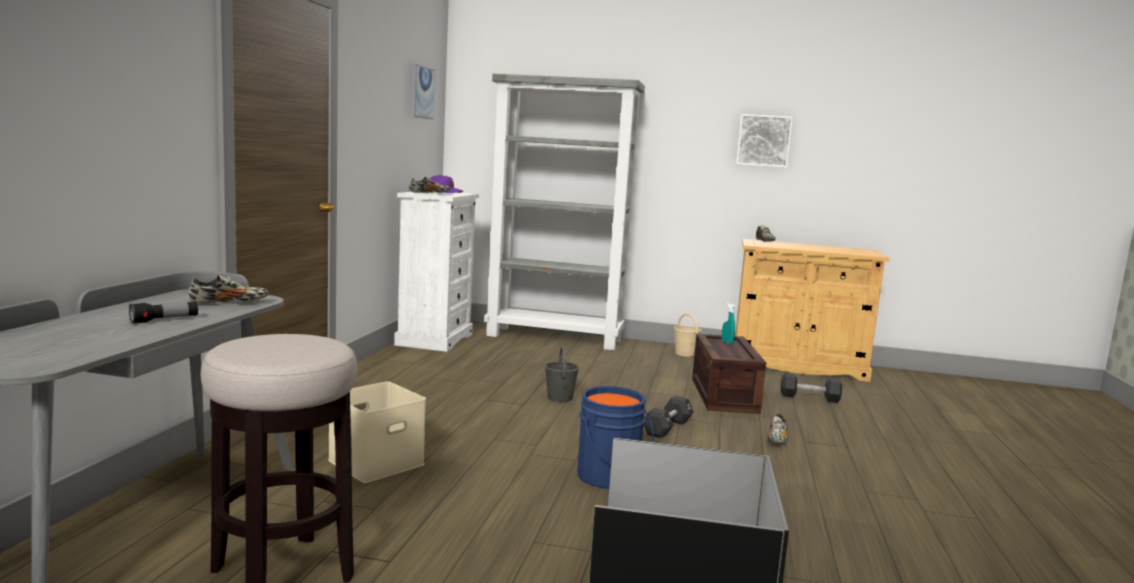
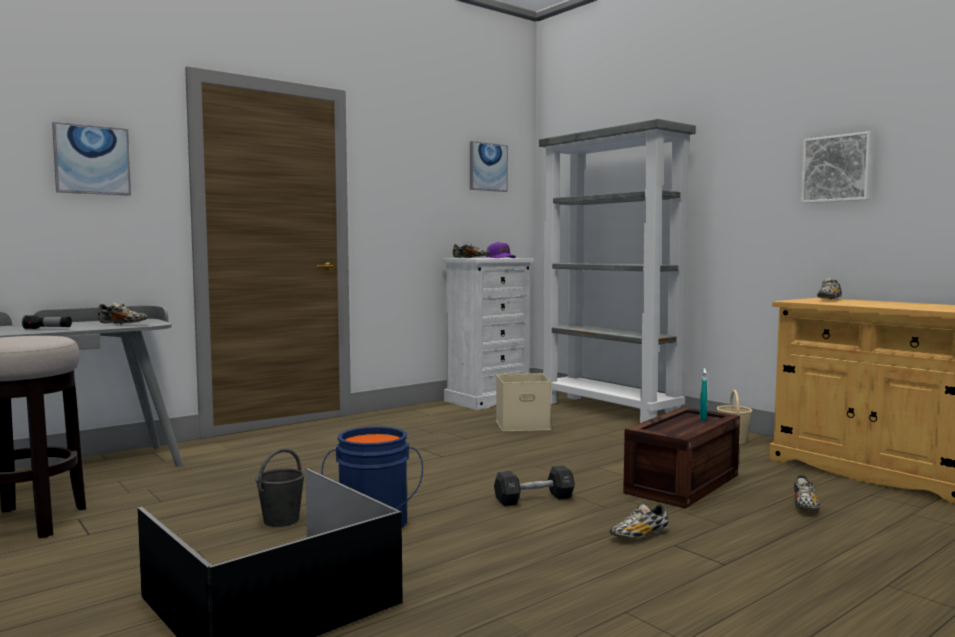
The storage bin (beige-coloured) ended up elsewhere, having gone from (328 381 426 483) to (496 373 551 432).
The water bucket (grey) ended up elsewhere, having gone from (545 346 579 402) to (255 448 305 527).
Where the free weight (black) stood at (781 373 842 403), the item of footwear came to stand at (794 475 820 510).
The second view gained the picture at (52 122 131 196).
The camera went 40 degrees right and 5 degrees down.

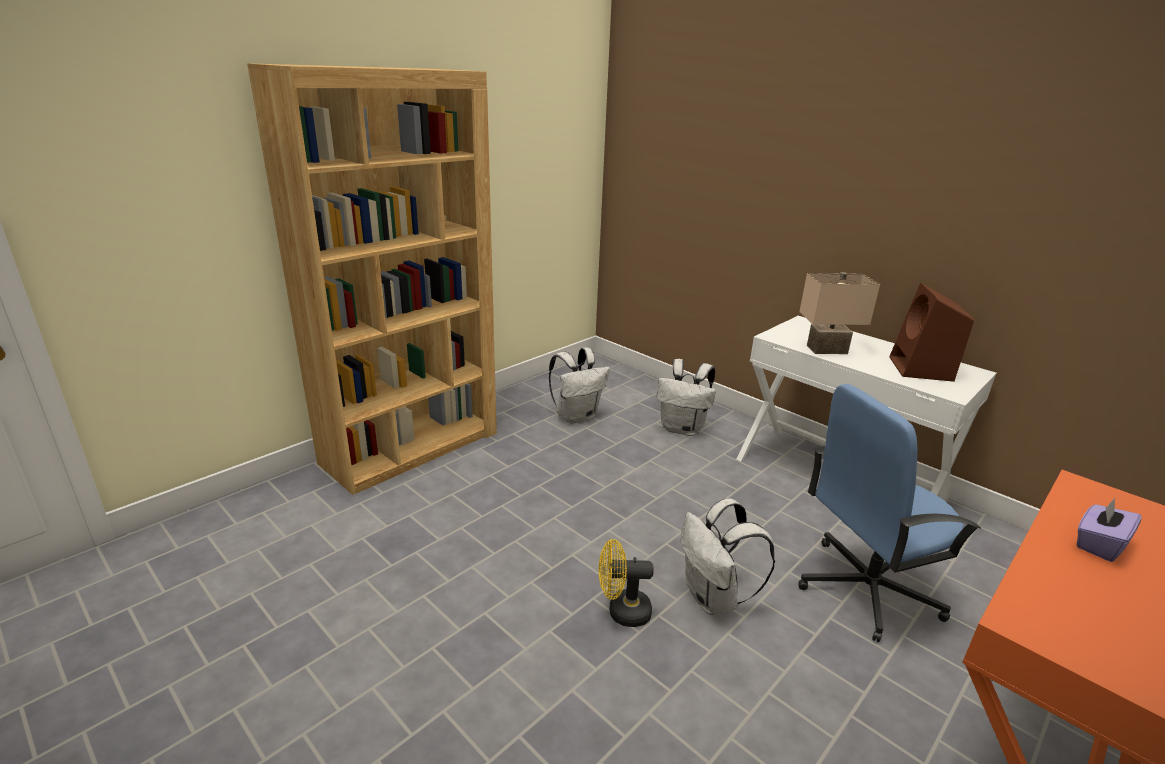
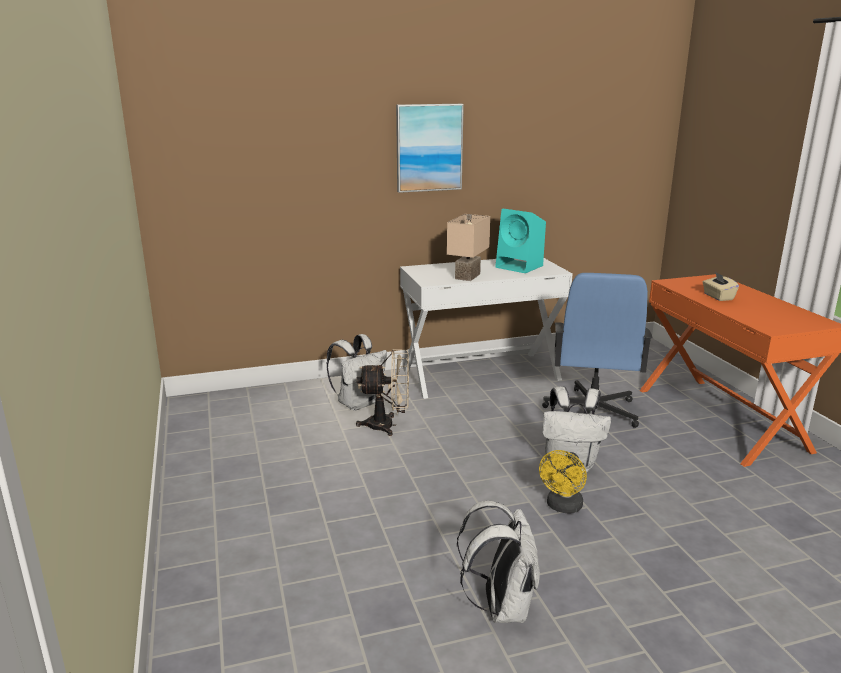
The second view lost the shelving unit (brown) at (247 63 497 495).
The backpack (white) ended up elsewhere, having gone from (549 347 610 424) to (457 501 540 623).
What was the loudspeaker (brown) at (889 283 974 382) turned into the loudspeaker (turquoise) at (495 209 546 273).
What was the tissue box (purplish) at (1076 498 1141 562) turned into the tissue box (beige-coloured) at (703 272 739 301).
The second view gained the electric fan (beige-coloured) at (356 349 409 436).
The second view gained the picture at (396 104 464 193).
The camera went 60 degrees left and 5 degrees down.

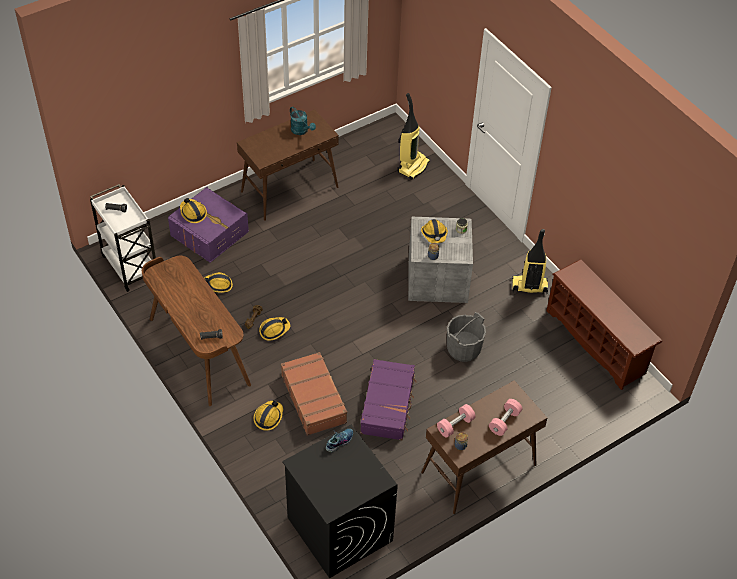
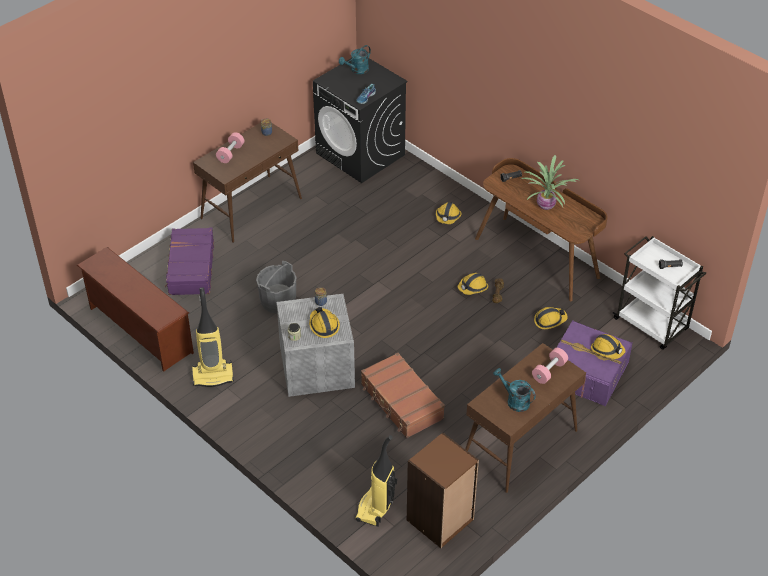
The piece of luggage (brown) ended up elsewhere, having gone from (281 352 347 436) to (361 353 445 438).
The piece of luggage (purplish) ended up elsewhere, having gone from (360 359 417 440) to (165 227 214 295).
The free weight (pink-coloured) ended up elsewhere, having gone from (437 404 476 438) to (532 348 568 384).
The second view gained the watering can (turquoise) at (339 45 371 74).
The second view gained the shelving unit (brown) at (407 432 479 548).
The second view gained the plant in a pot at (521 155 579 210).
The camera went 170 degrees right and 5 degrees down.

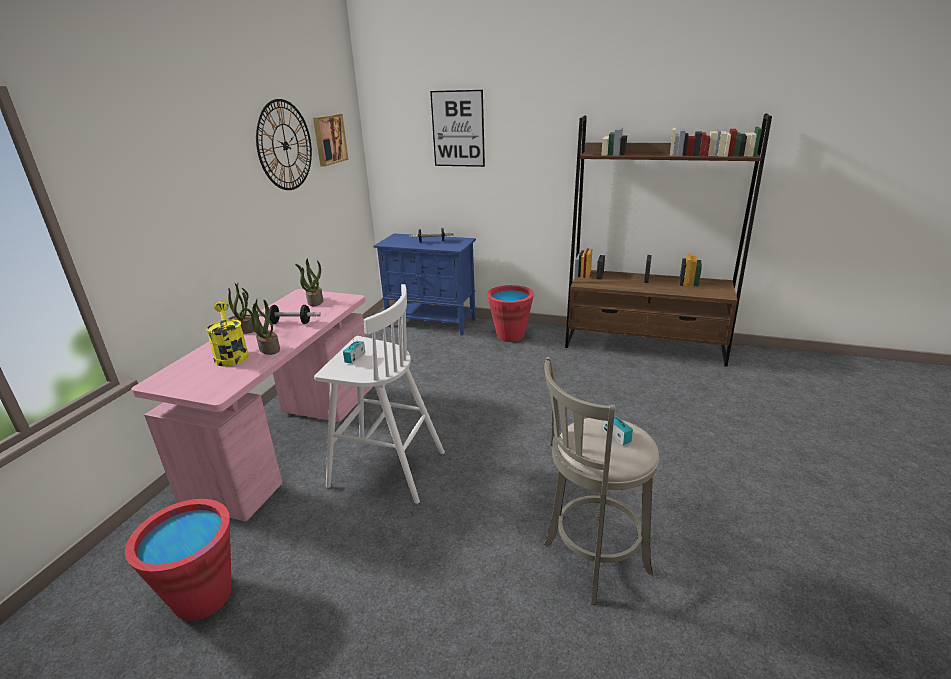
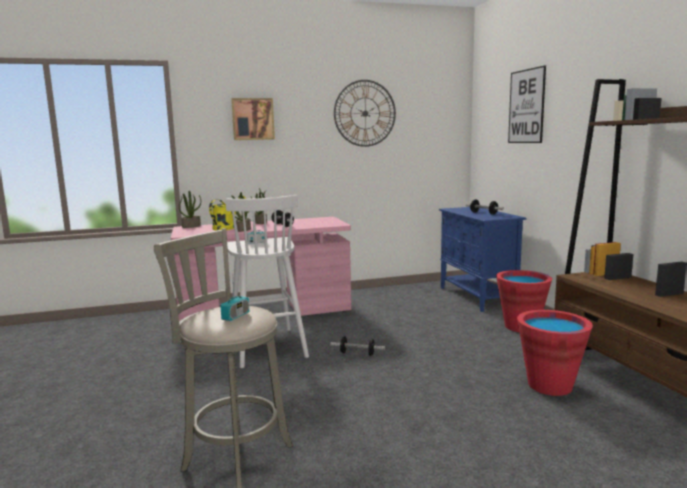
The water bucket (reddish) ended up elsewhere, having gone from (125 499 232 621) to (517 310 593 396).
The plant in a pot ended up elsewhere, having gone from (295 258 323 306) to (179 191 201 228).
The picture ended up elsewhere, having gone from (313 114 348 166) to (231 98 275 140).
The second view gained the free weight at (330 336 385 356).
The camera went 55 degrees right and 15 degrees down.

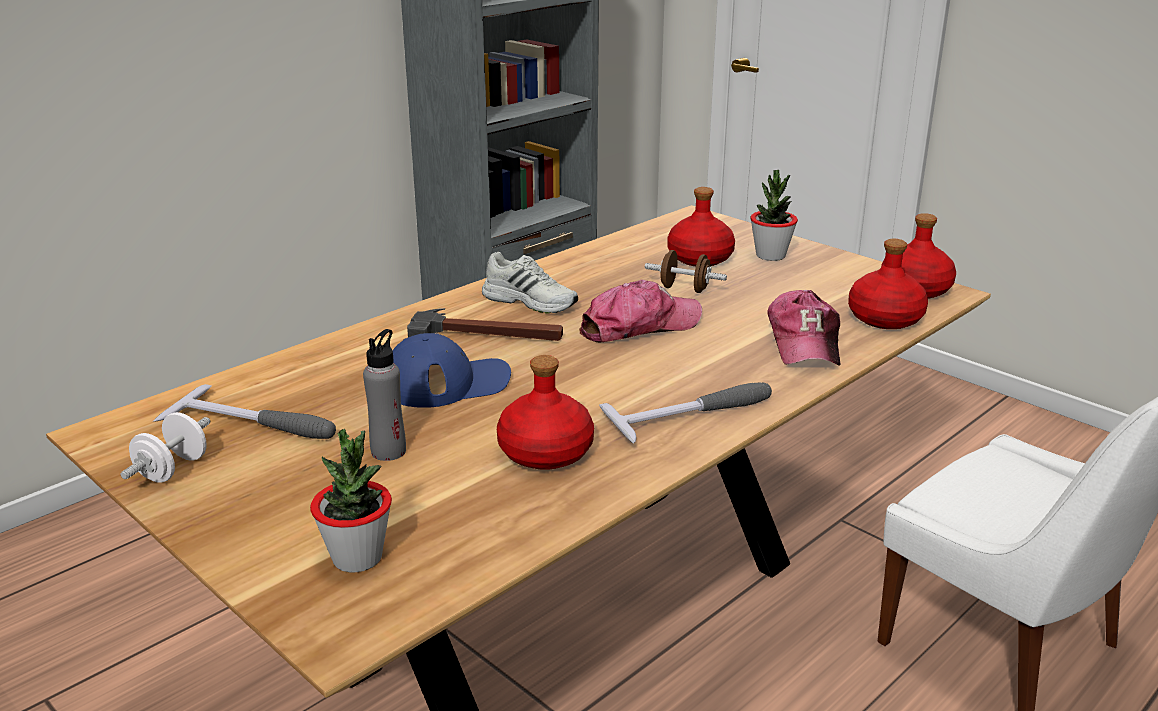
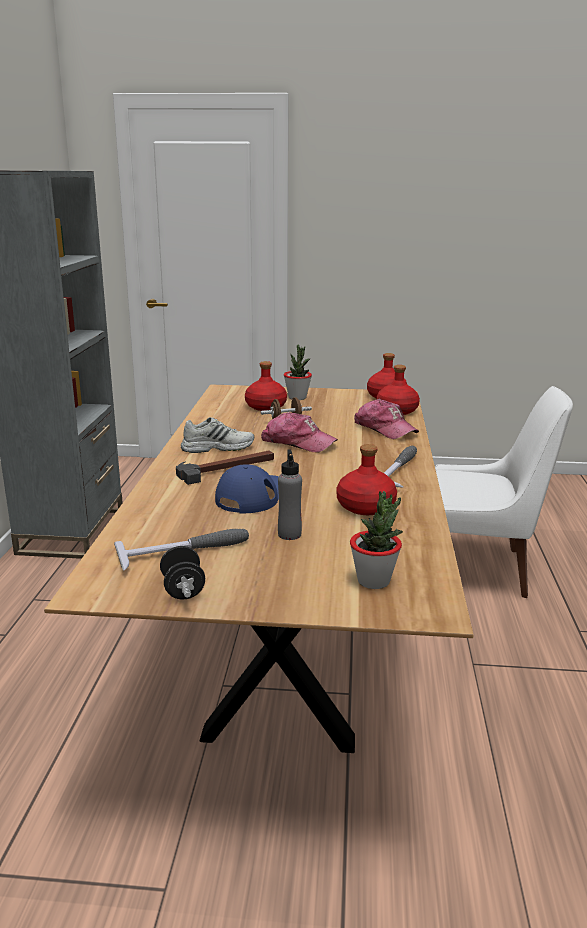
What was the free weight (white) at (120 412 210 483) turned into the free weight (black) at (160 546 205 600).
The peaked cap at (579 280 702 343) ended up facing another way, 90 degrees clockwise from before.
The camera went 40 degrees left and 5 degrees down.

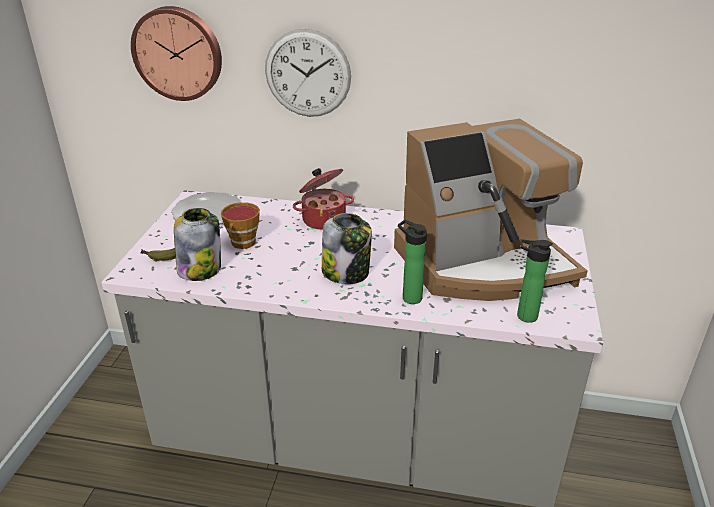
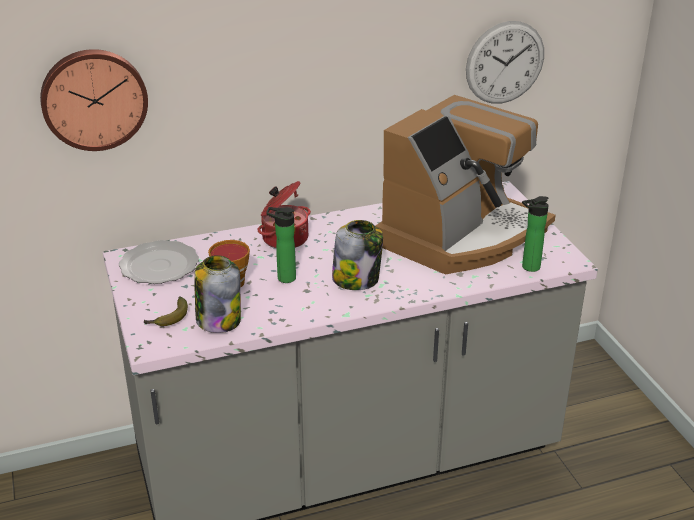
The clock on the wall ended up elsewhere, having gone from (265 29 351 117) to (466 21 544 104).
The drink bottle ended up elsewhere, having gone from (398 220 427 304) to (267 207 296 283).
The camera went 30 degrees left and 0 degrees up.

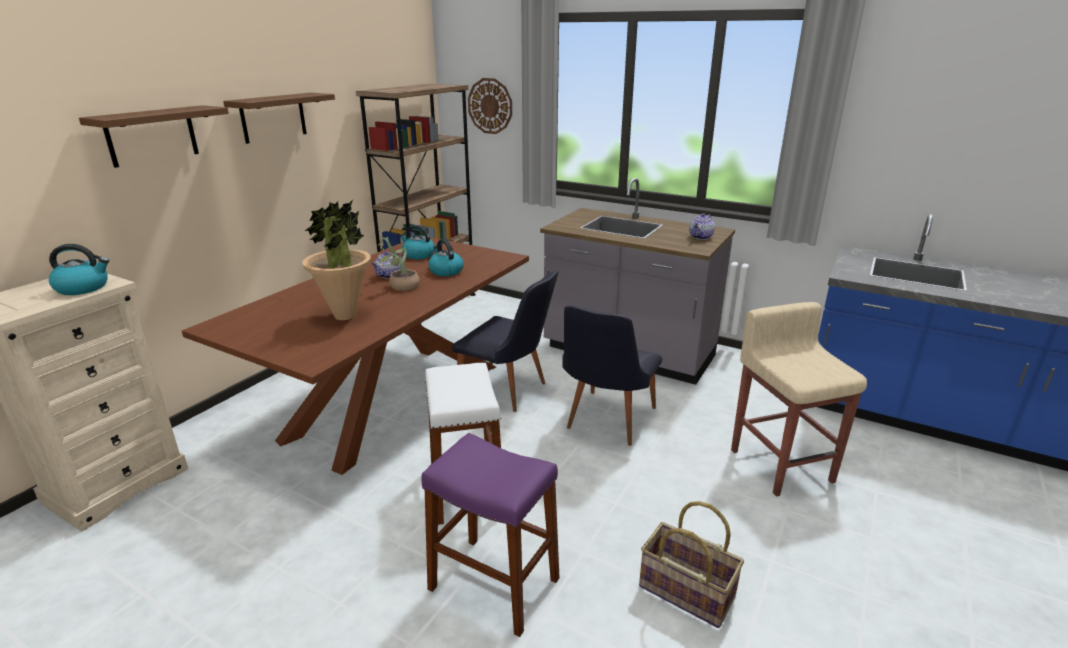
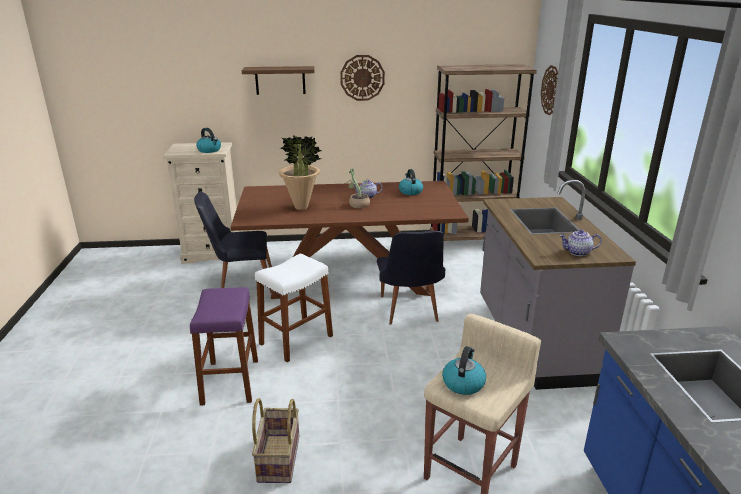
Where the wall shelf (brown) hung at (223 93 335 144), the clock on the wall came to hang at (340 55 385 101).
The kettle ended up elsewhere, having gone from (428 239 464 276) to (442 346 486 395).
The chair (black) ended up elsewhere, having gone from (562 306 662 446) to (194 192 273 294).
The camera went 55 degrees right and 0 degrees up.

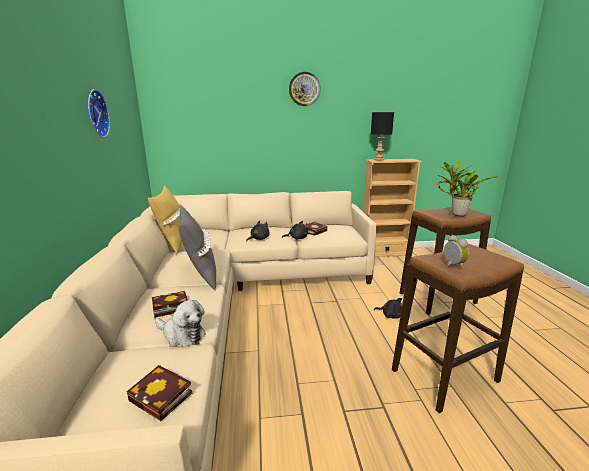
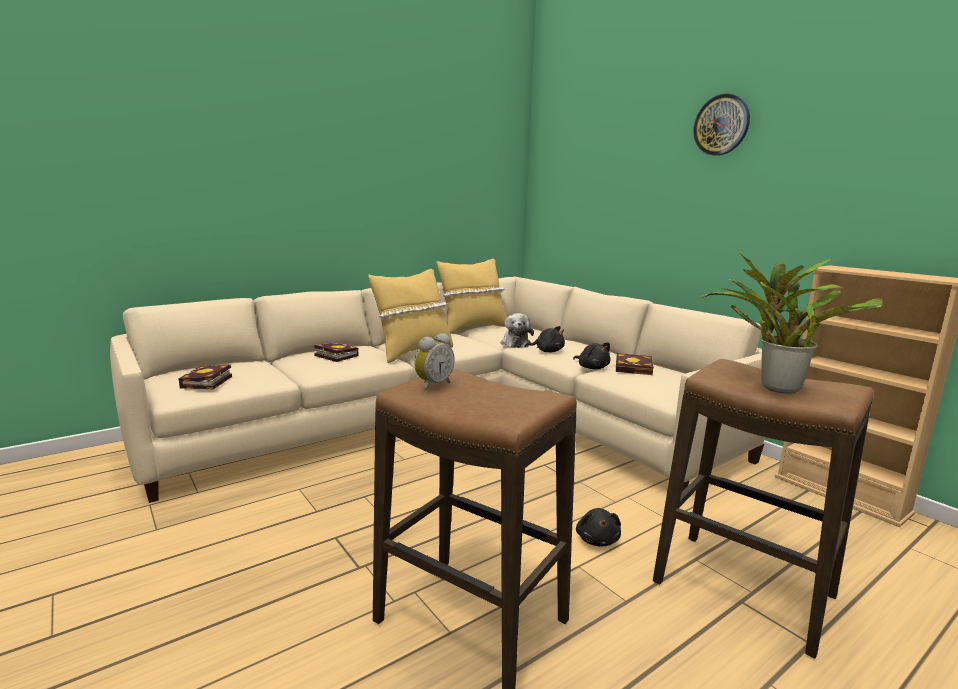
The second view lost the clock on the wall at (88 89 110 138).
The plush toy ended up elsewhere, having gone from (155 300 206 347) to (501 313 534 348).
What was the throw pillow (grey) at (179 205 216 290) turned into the throw pillow (yellow) at (368 269 453 363).
The second view lost the tabletop lamp (black) at (371 112 394 161).
The camera went 60 degrees right and 5 degrees down.

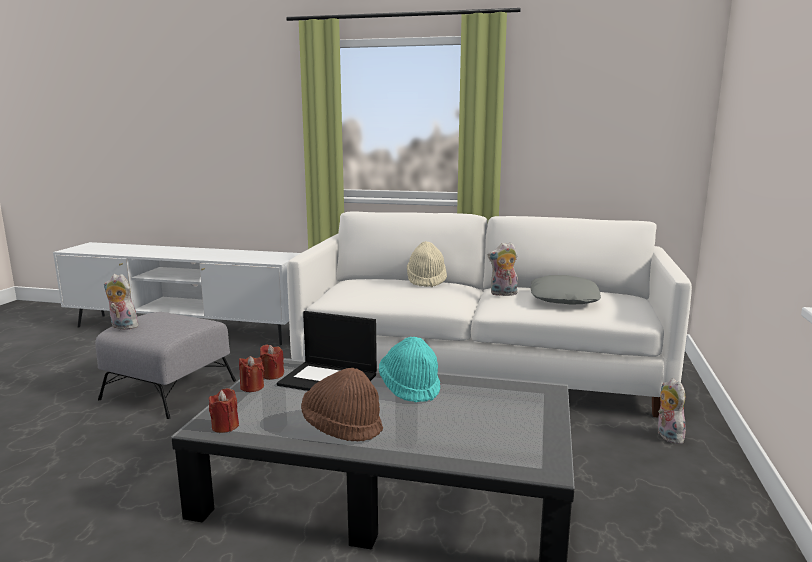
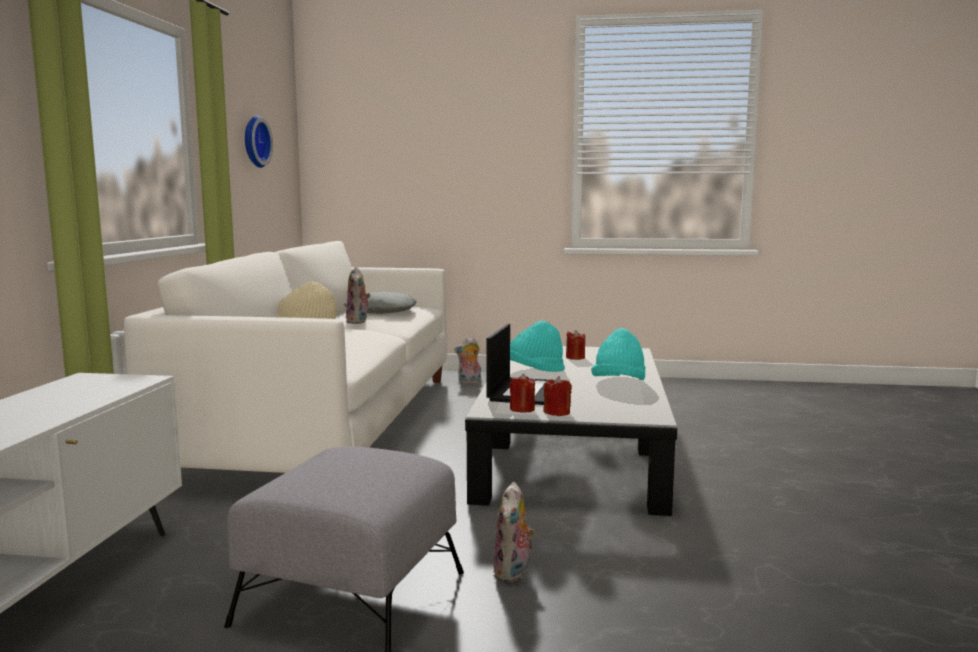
The plush toy ended up elsewhere, having gone from (104 274 138 330) to (493 482 535 582).
The wax light (reddish) ended up elsewhere, having gone from (209 388 239 433) to (566 330 585 360).
What was the wearable hat (brown) at (301 368 383 442) turned into the wearable hat (turquoise) at (591 328 646 380).
The second view gained the clock on the wall at (245 116 273 168).
The camera went 95 degrees left and 5 degrees down.

